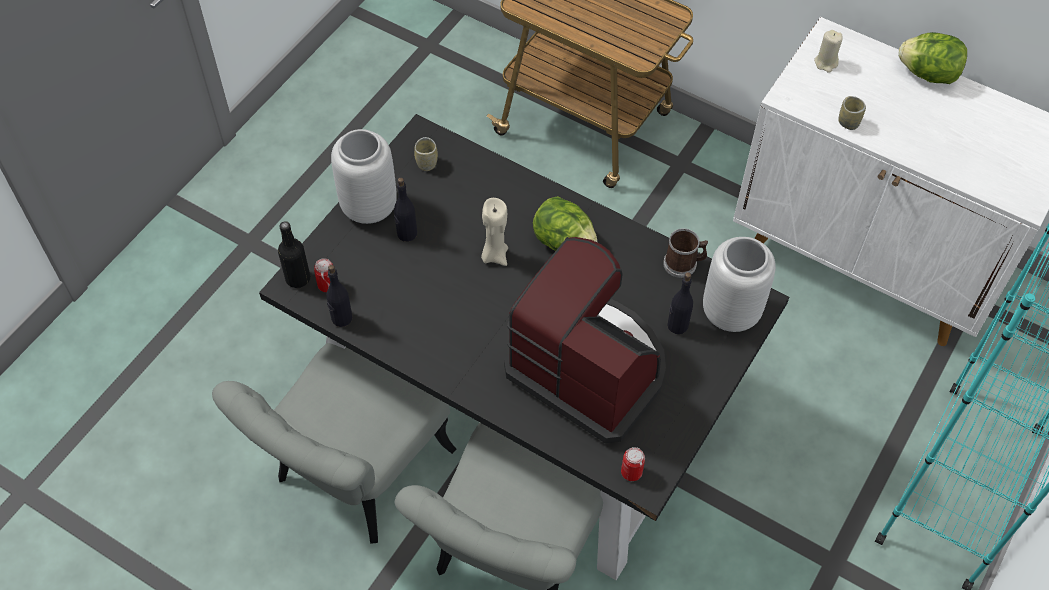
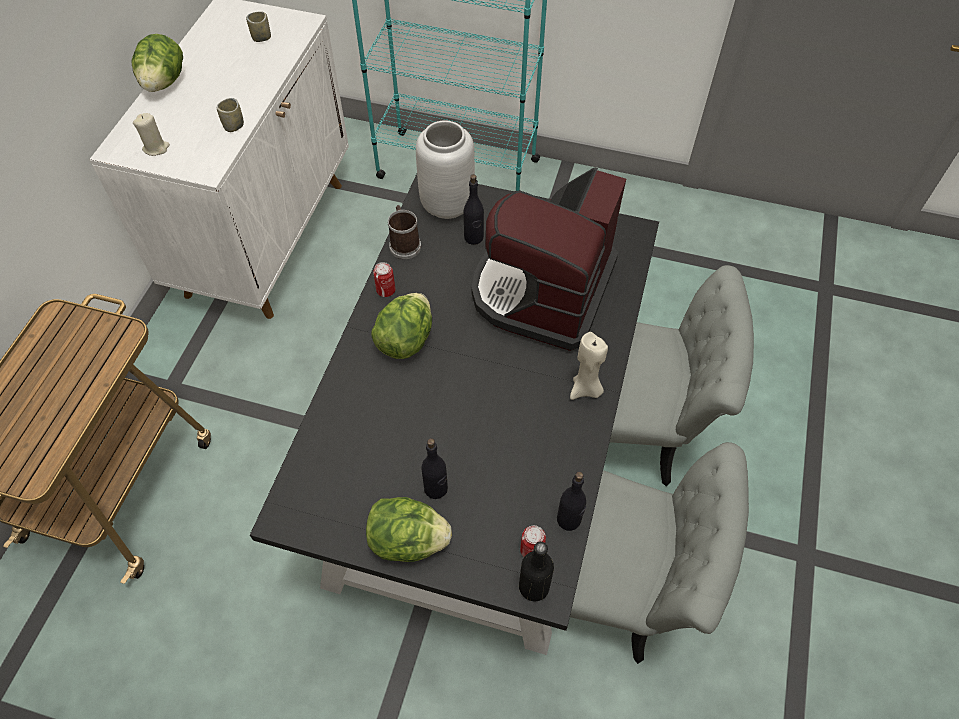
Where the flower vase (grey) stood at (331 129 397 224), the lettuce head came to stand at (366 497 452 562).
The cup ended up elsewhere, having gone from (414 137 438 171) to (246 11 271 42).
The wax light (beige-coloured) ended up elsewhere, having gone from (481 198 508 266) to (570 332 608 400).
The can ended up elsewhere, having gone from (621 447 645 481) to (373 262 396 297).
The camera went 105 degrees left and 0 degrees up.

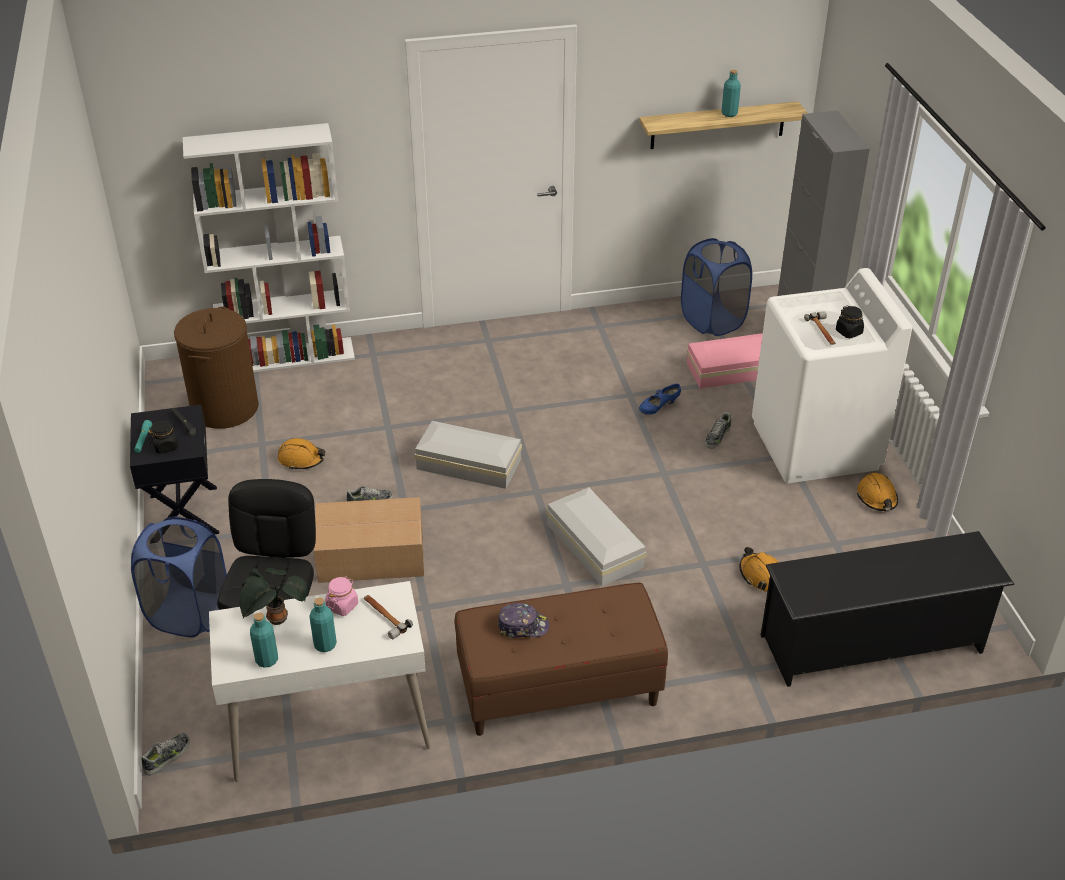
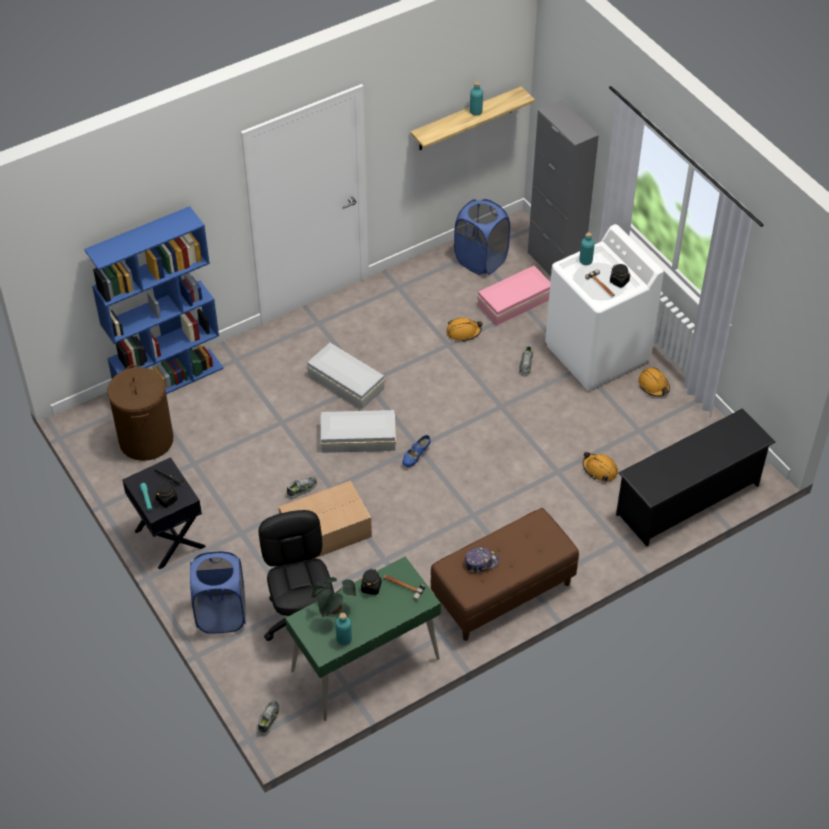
What was the shelving unit (white) at (183 123 355 372) turned into the shelving unit (blue) at (84 206 224 394).
What was the desk table (white) at (209 581 431 782) turned into the desk table (green-coloured) at (285 556 441 721).
The work helmet (orangey) ended up elsewhere, having gone from (278 438 325 470) to (446 317 483 341).
The drink bottle (turquoise) ended up elsewhere, having gone from (309 597 337 652) to (579 232 595 265).
What was the jar (pink-coloured) at (325 577 358 616) turned into the jar (black) at (361 568 381 595).
The storage bin (white) ended up elsewhere, having gone from (546 487 646 586) to (307 343 385 409).
The item of footwear (blue) ended up elsewhere, having gone from (639 384 681 414) to (402 435 431 467).
The camera went 20 degrees left and 10 degrees up.

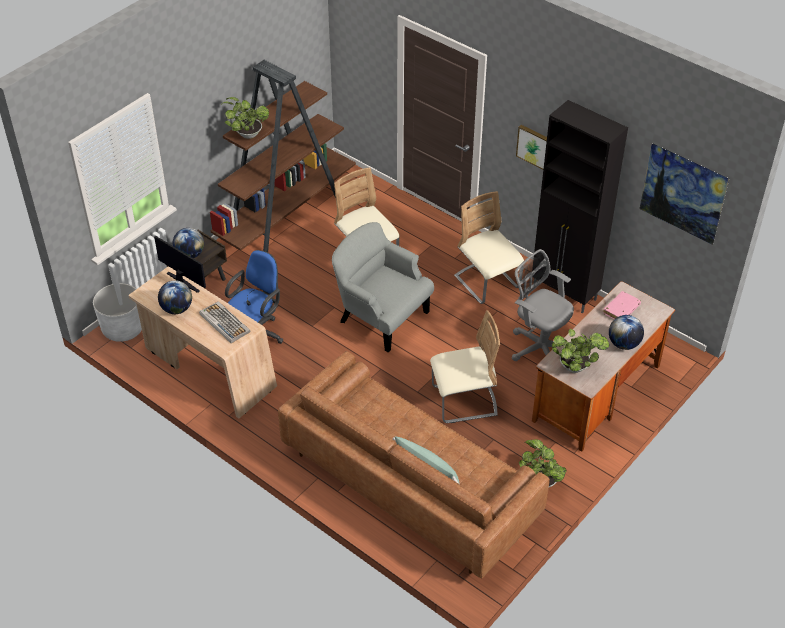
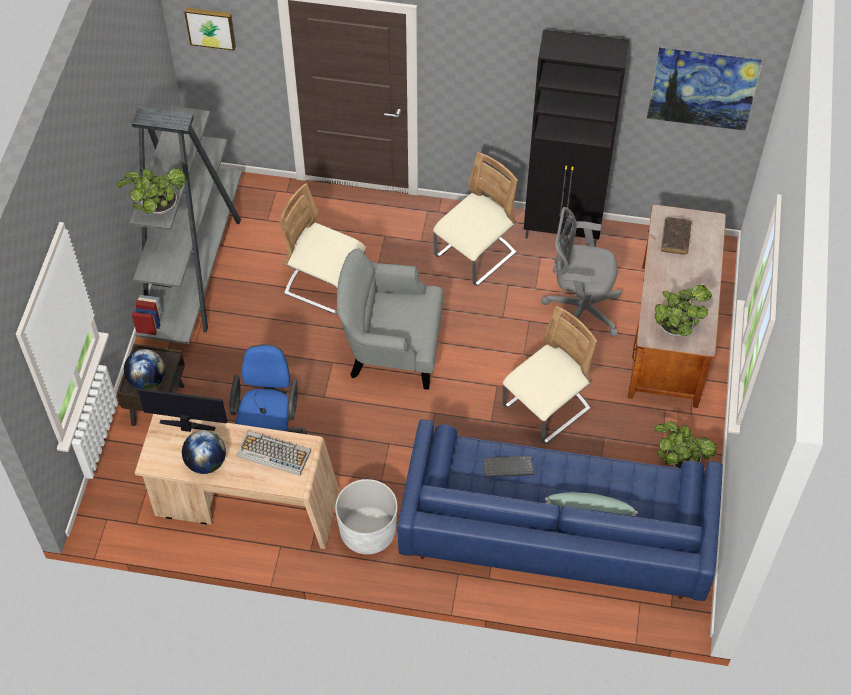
The flower pot (white) ended up elsewhere, having gone from (93 283 142 342) to (335 479 398 554).
What was the shelving unit (brown) at (210 60 356 252) turned into the shelving unit (grey) at (129 106 242 344).
What was the couch (brown) at (278 351 550 578) turned into the couch (blue) at (398 419 723 601).
The chair (beige-coloured) at (454 191 524 304) ended up facing another way, 105 degrees clockwise from before.
The picture ended up elsewhere, having gone from (516 125 547 170) to (184 8 236 51).
What was the book (pink-coloured) at (603 291 641 319) turned into the book (brown) at (661 217 692 255).
The second view lost the world globe at (609 315 644 350).
The second view gained the PC keyboard at (483 455 534 477).
The camera went 30 degrees left and 10 degrees up.

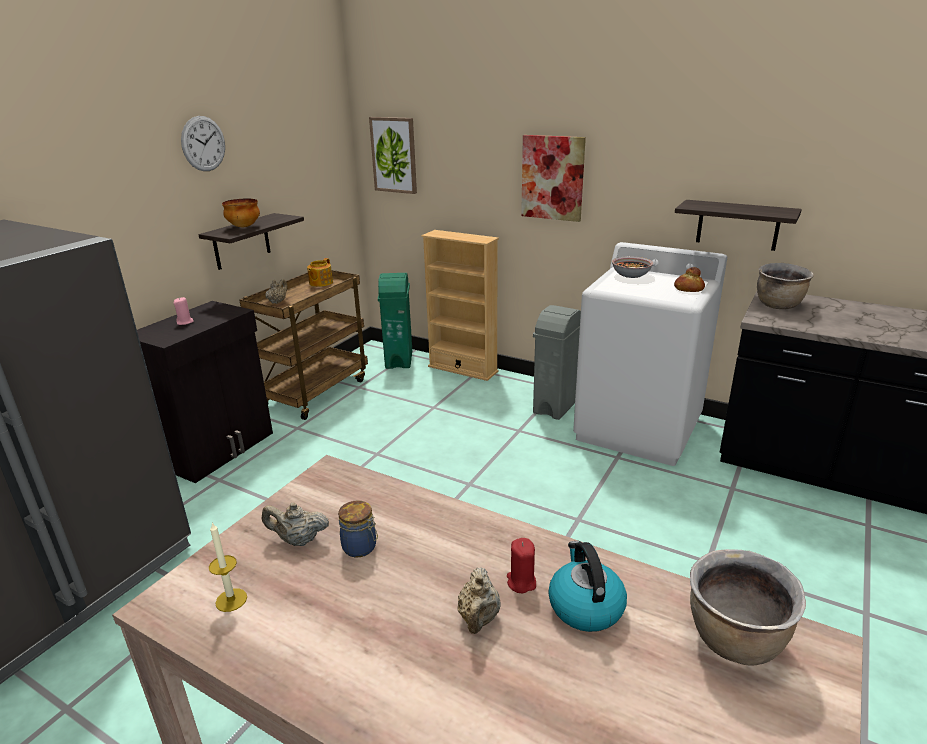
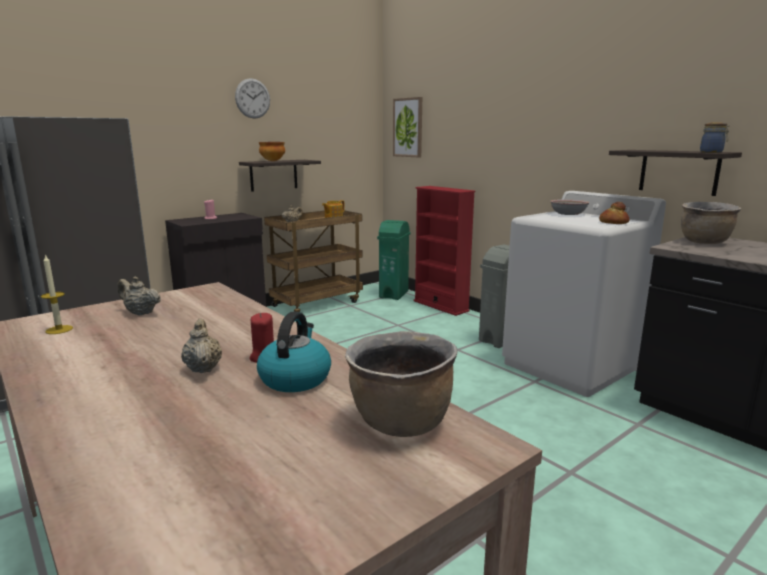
The jar ended up elsewhere, having gone from (338 500 378 557) to (700 122 729 153).
What was the shelving unit (beige-coloured) at (421 230 499 381) turned into the shelving unit (reddish) at (414 186 475 316).
The pot for tea (beige-coloured) at (457 567 501 634) ended up facing another way, 135 degrees clockwise from before.
The second view lost the picture at (521 135 586 222).
The camera went 20 degrees right and 10 degrees down.

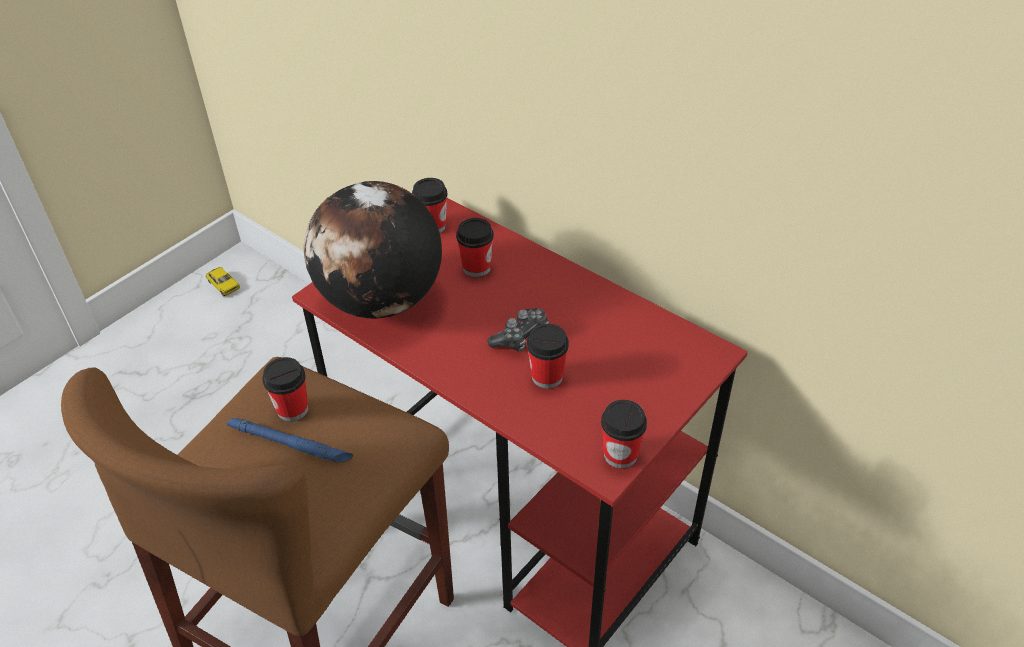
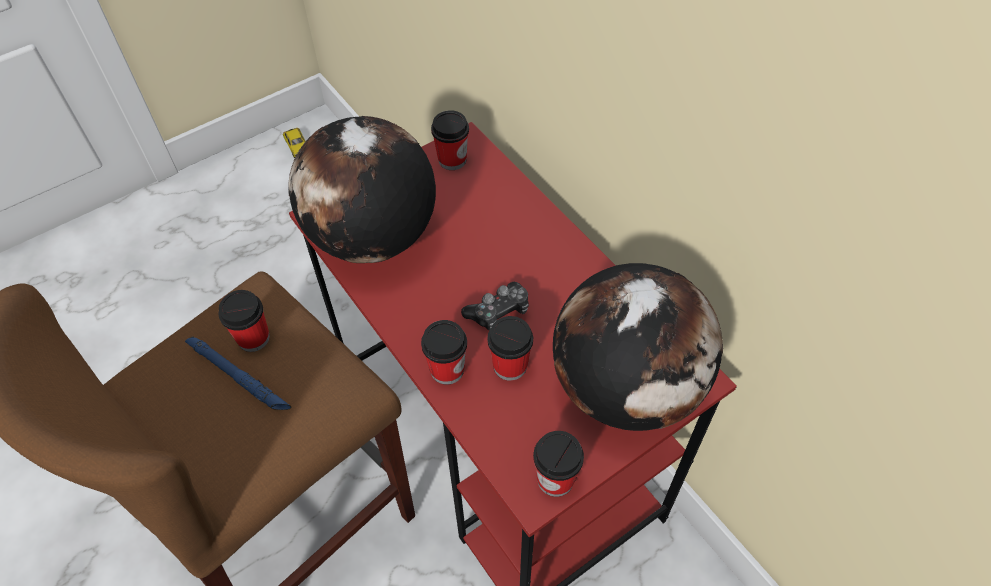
The cup ended up elsewhere, having gone from (456 218 494 277) to (421 320 467 385).
The second view gained the world globe at (553 263 723 431).
The camera went 15 degrees right and 10 degrees up.

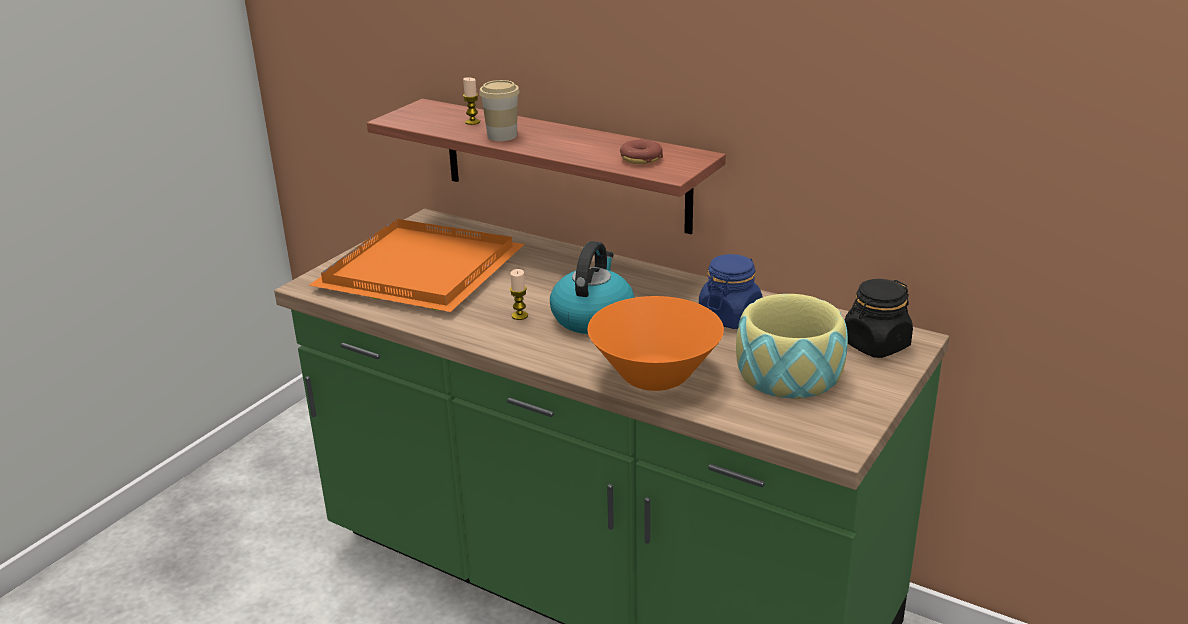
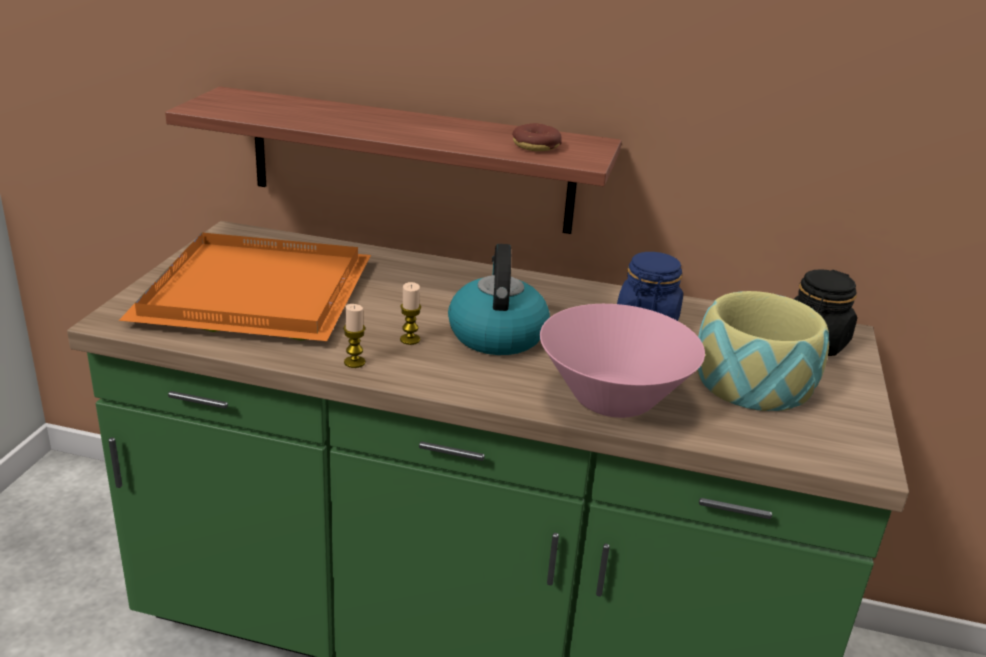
The wax light ended up elsewhere, having gone from (463 77 480 125) to (343 304 365 368).
The second view lost the cup at (479 80 520 141).
What was the deep dish (orangey) at (588 296 724 391) turned into the deep dish (pink-coloured) at (540 304 705 418).
The camera went 20 degrees left and 0 degrees up.

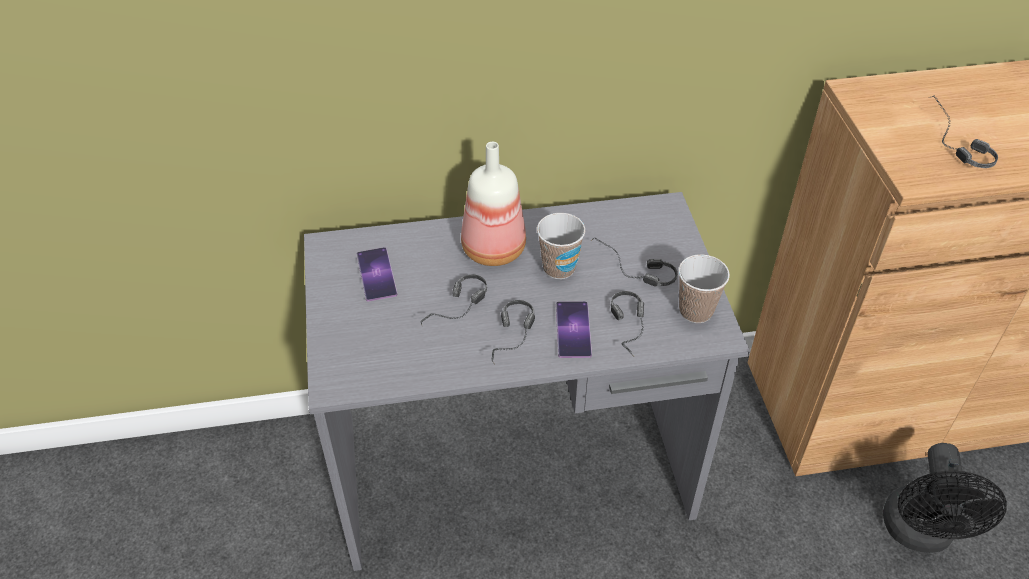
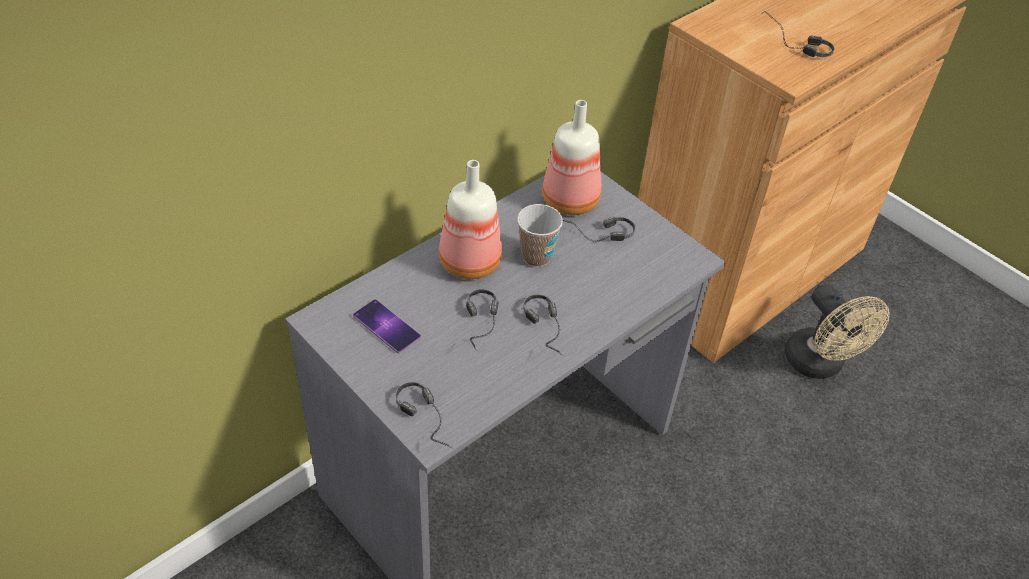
The second view lost the telephone at (556 301 592 358).
The pair of headphones ended up elsewhere, having gone from (611 291 644 355) to (396 382 454 449).
The second view lost the cup at (678 254 730 323).
What was the electric fan (black) at (883 443 1007 553) turned into the electric fan (beige-coloured) at (785 284 890 379).
The second view gained the drink bottle at (542 100 602 215).
The camera went 35 degrees left and 0 degrees up.

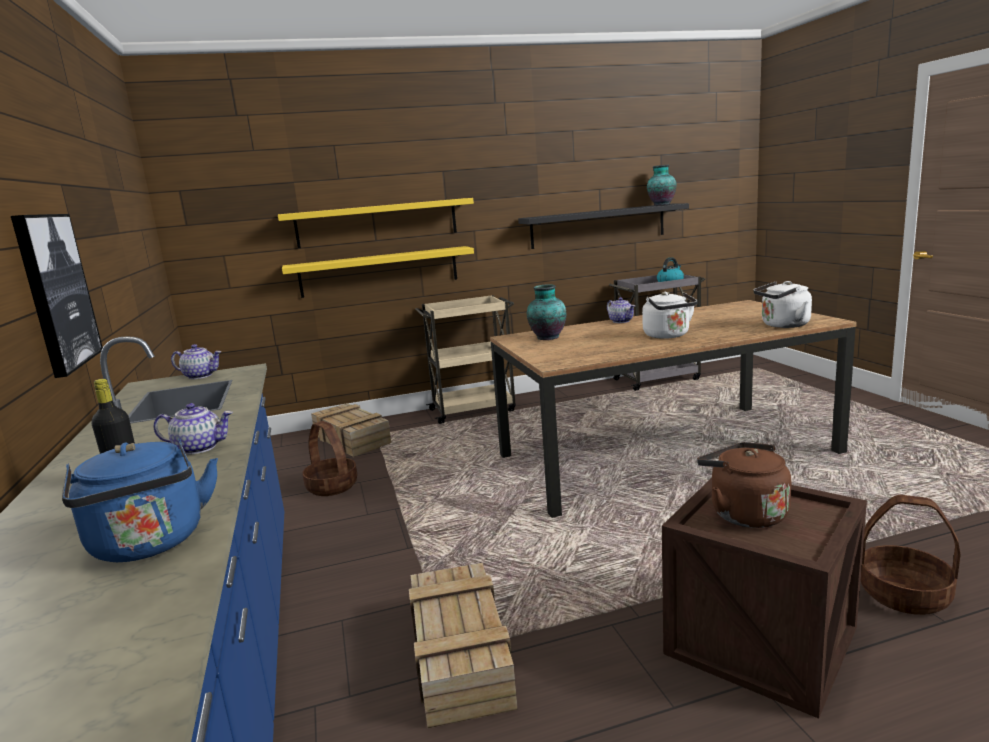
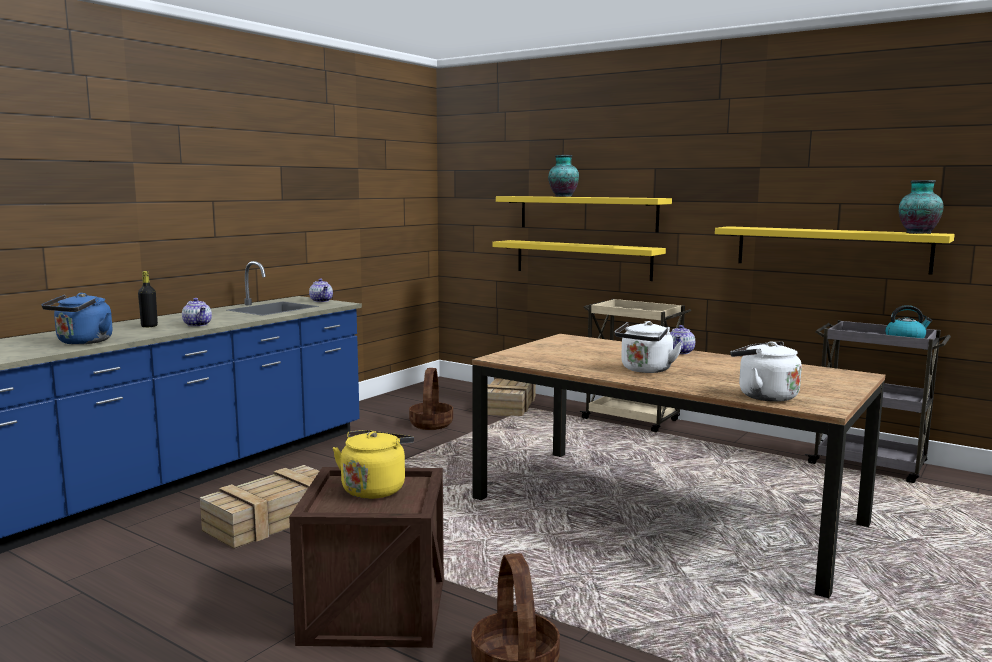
The second view lost the picture at (11 214 103 378).
What was the wall shelf (black) at (518 203 689 249) turned into the wall shelf (yellow) at (715 226 955 275).
The flower vase ended up elsewhere, having gone from (527 284 566 340) to (548 155 579 197).
What was the kettle (brown) at (697 442 791 528) turned into the kettle (yellow) at (333 430 414 499).
The camera went 50 degrees right and 5 degrees down.

